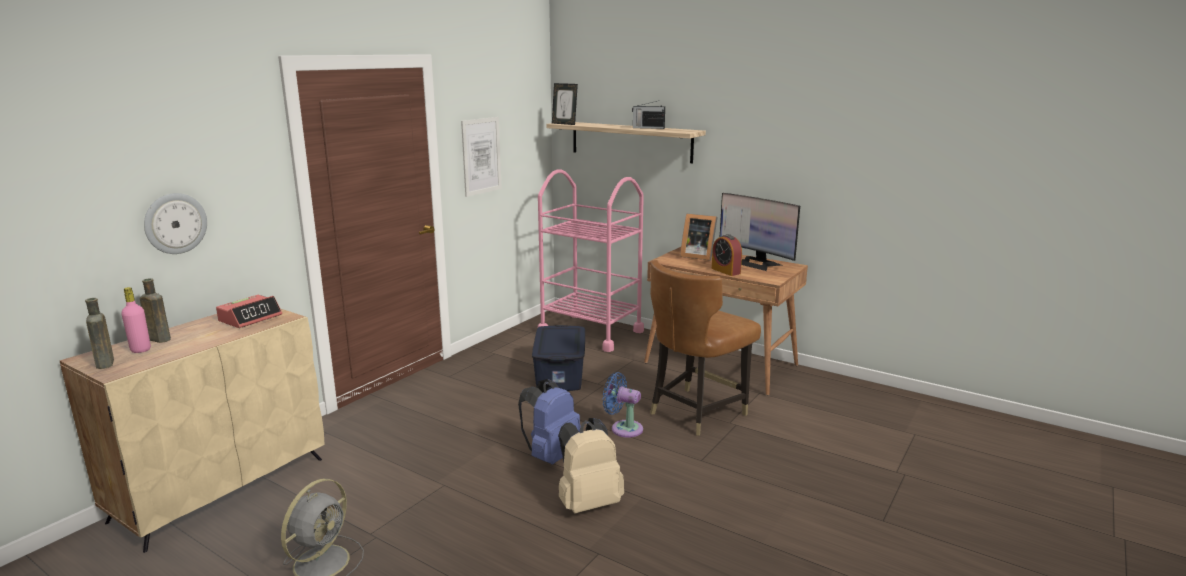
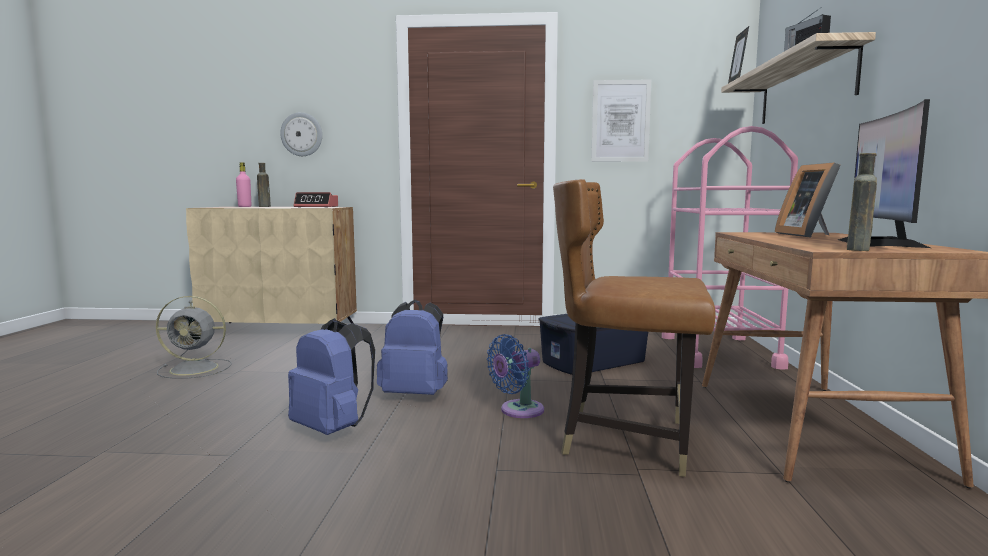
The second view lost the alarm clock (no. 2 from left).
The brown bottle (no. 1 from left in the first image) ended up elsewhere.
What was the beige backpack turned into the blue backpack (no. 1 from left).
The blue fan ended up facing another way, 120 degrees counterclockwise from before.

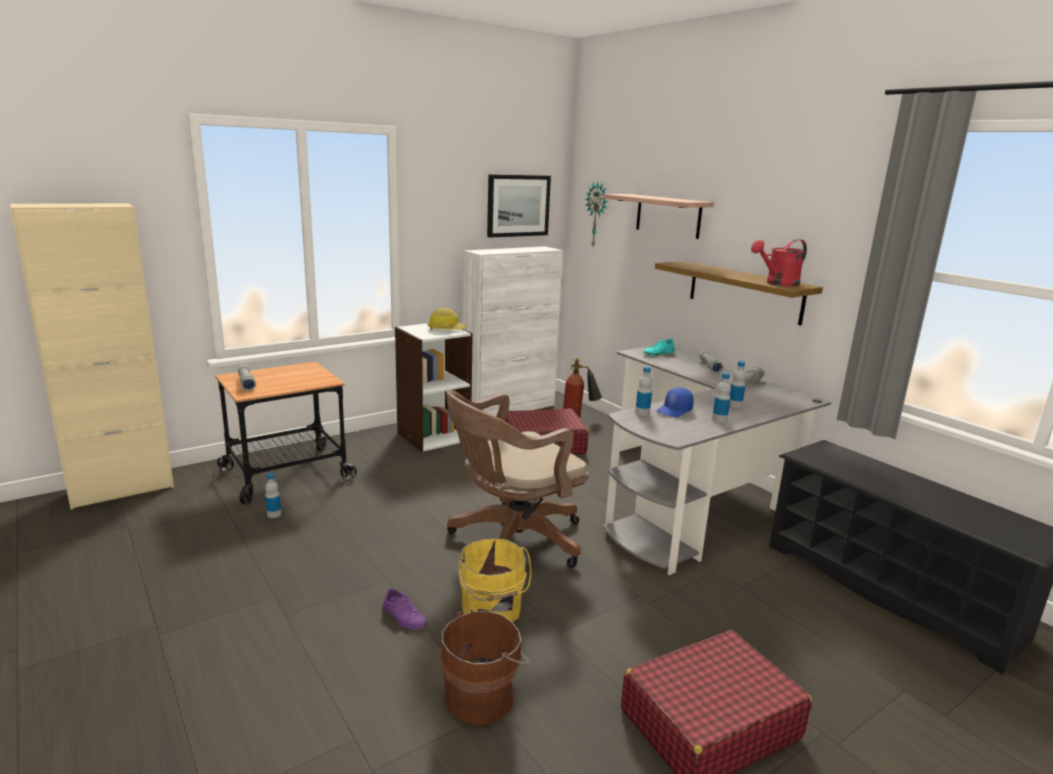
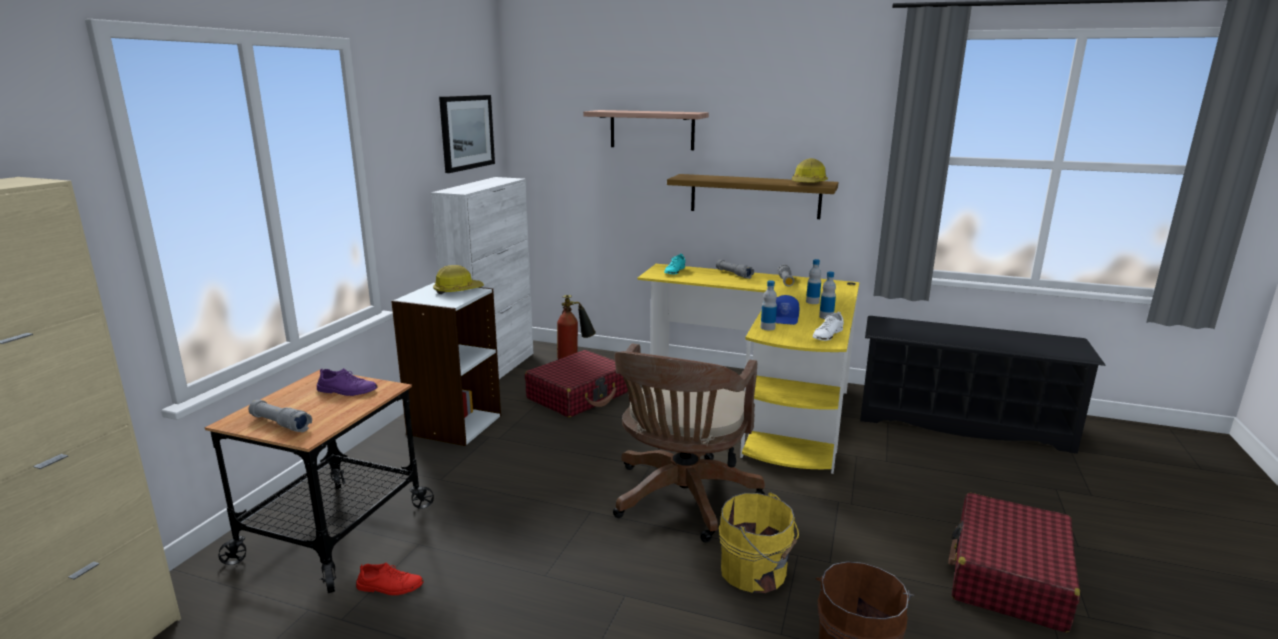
The second view lost the wall clock.
The second view gained the white shoe.
The purple shoe ended up elsewhere.
Where the bottle (no. 1 from left) stood, the red shoe came to stand.
Where the red watering can stood, the hard hat (no. 2 from left) came to stand.
What was the grey desk turned into the yellow desk.

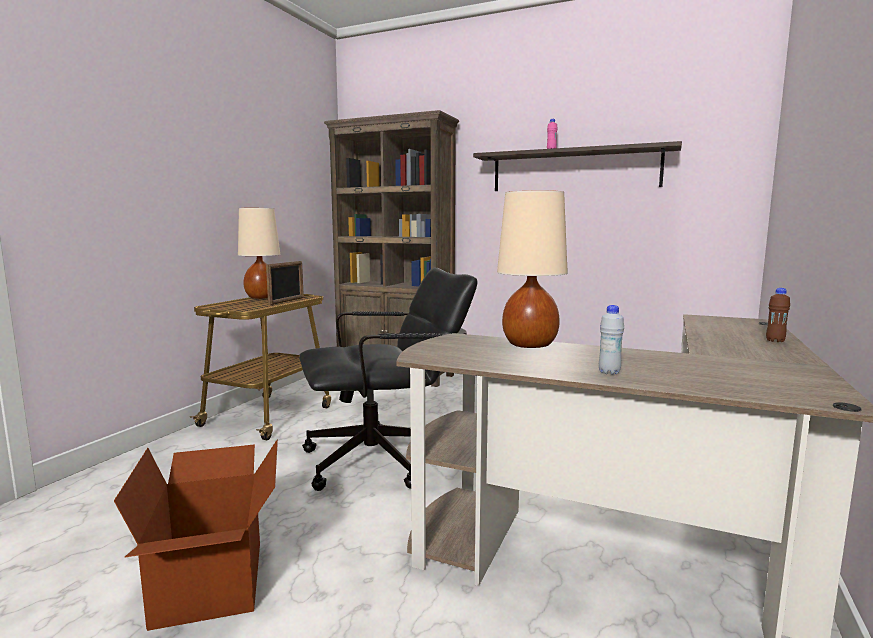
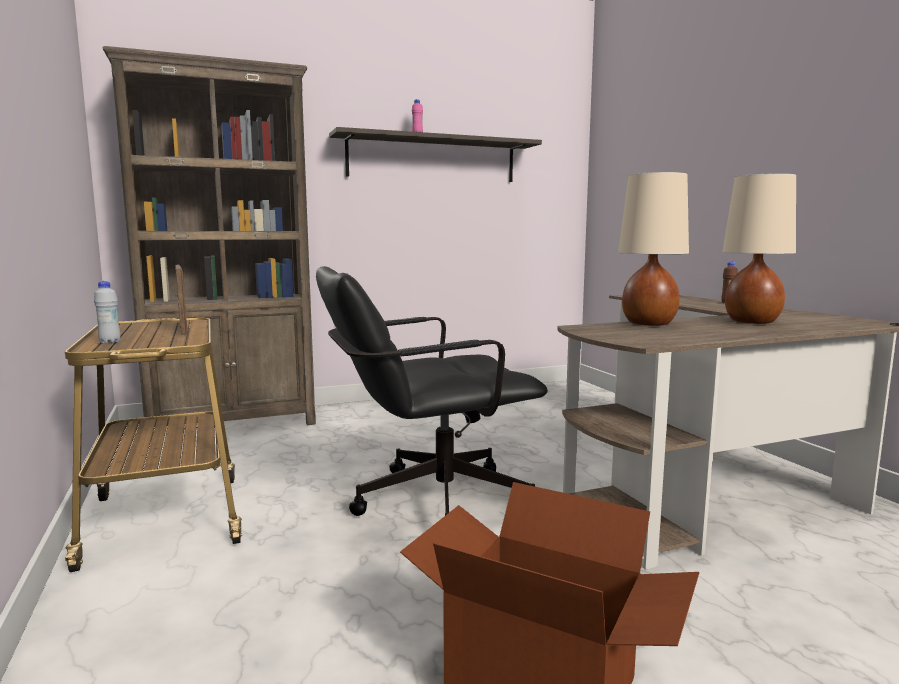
The beige table lamp (no. 1 from left in the first image) ended up elsewhere.
The white bottle ended up elsewhere.
The black office chair ended up facing another way, 135 degrees counterclockwise from before.

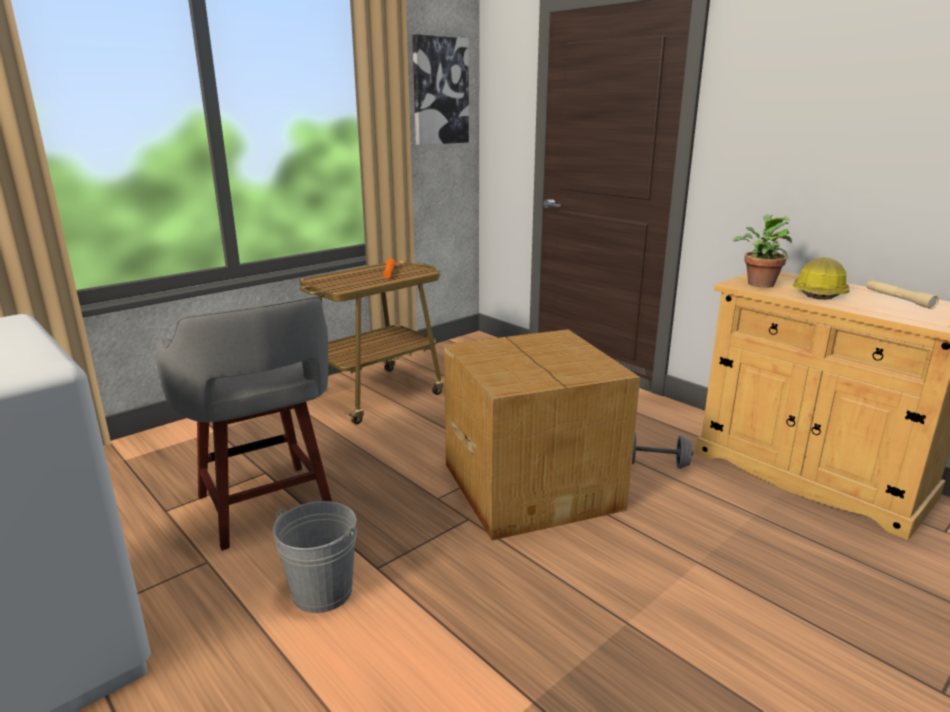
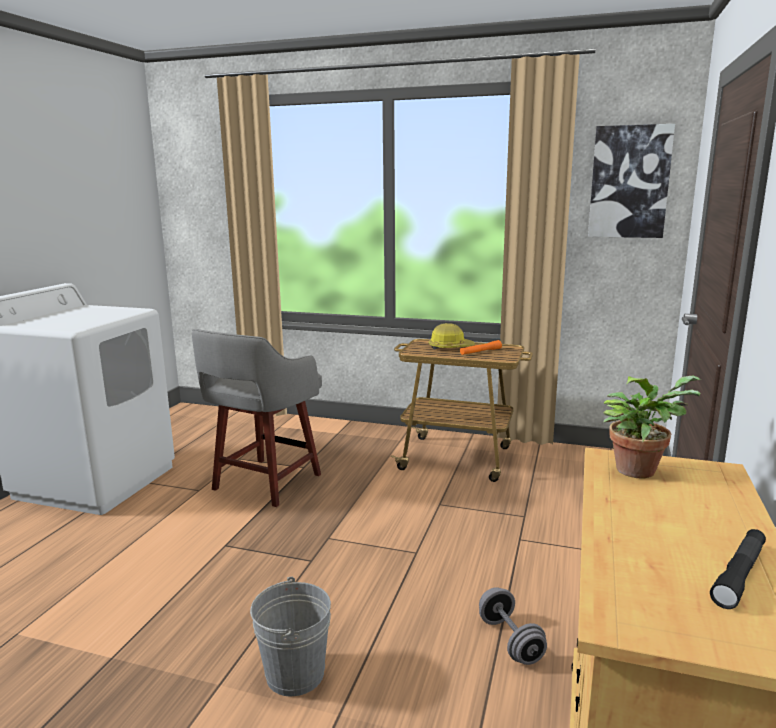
The second view lost the cardboard box.
The grey bucket ended up elsewhere.
The hard hat ended up elsewhere.
What was the beige flashlight turned into the black flashlight.

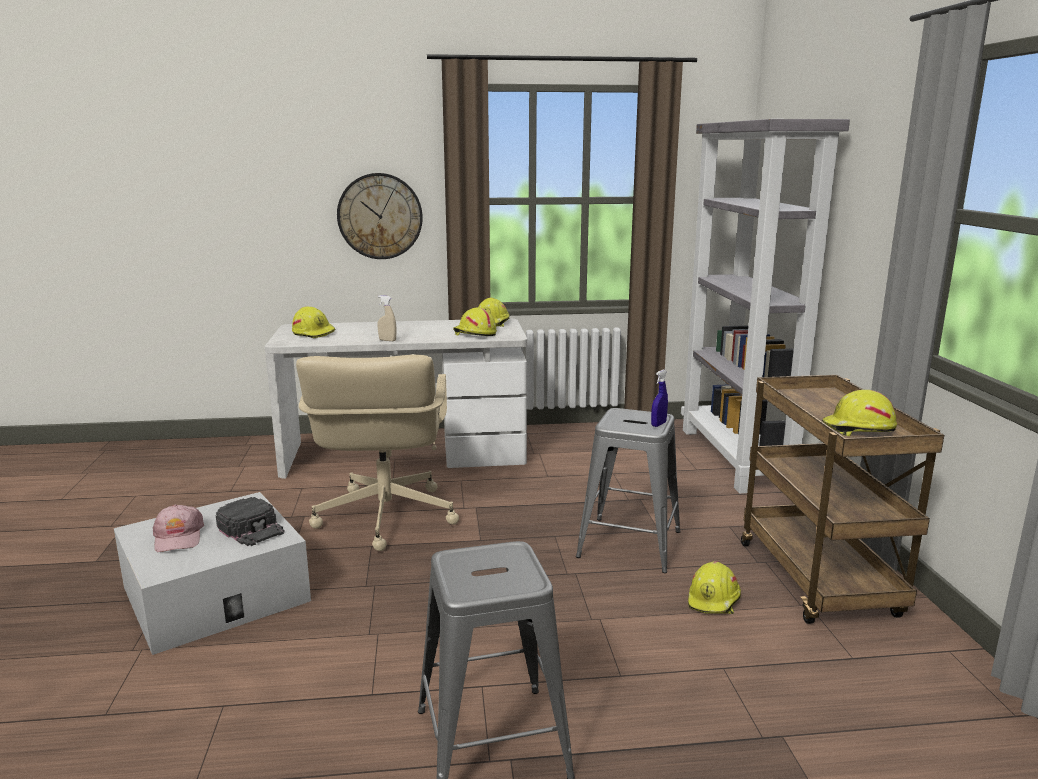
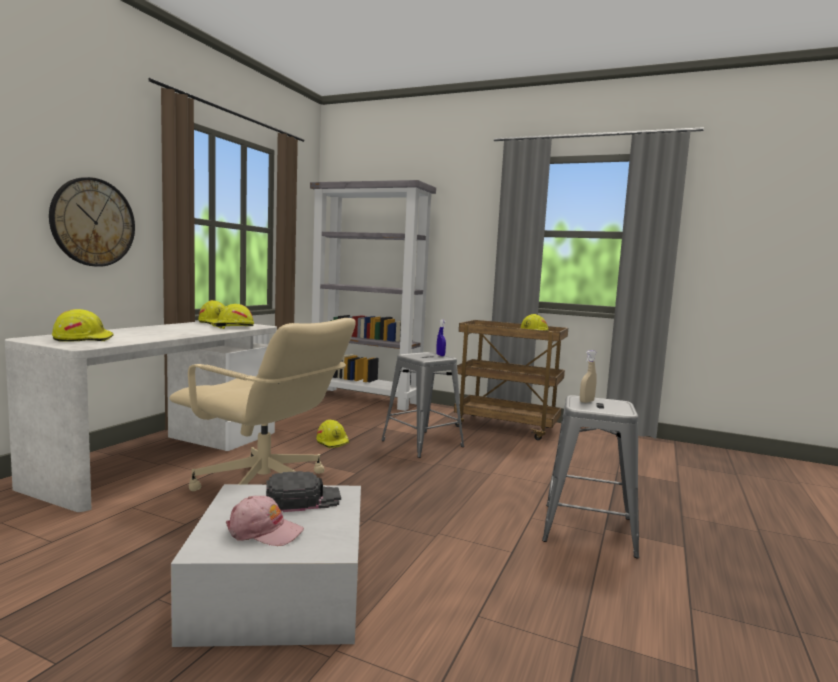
The beige spray bottle ended up elsewhere.
The yellow hard hat (no. 4 from left) ended up elsewhere.

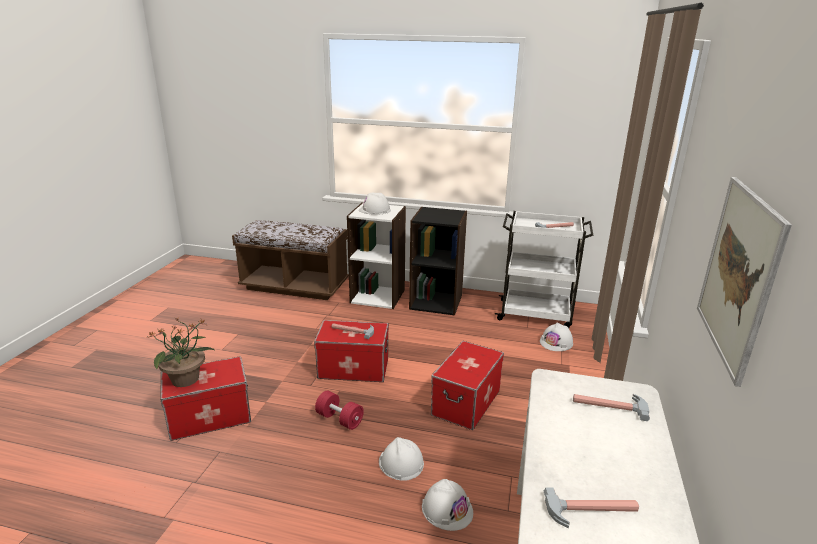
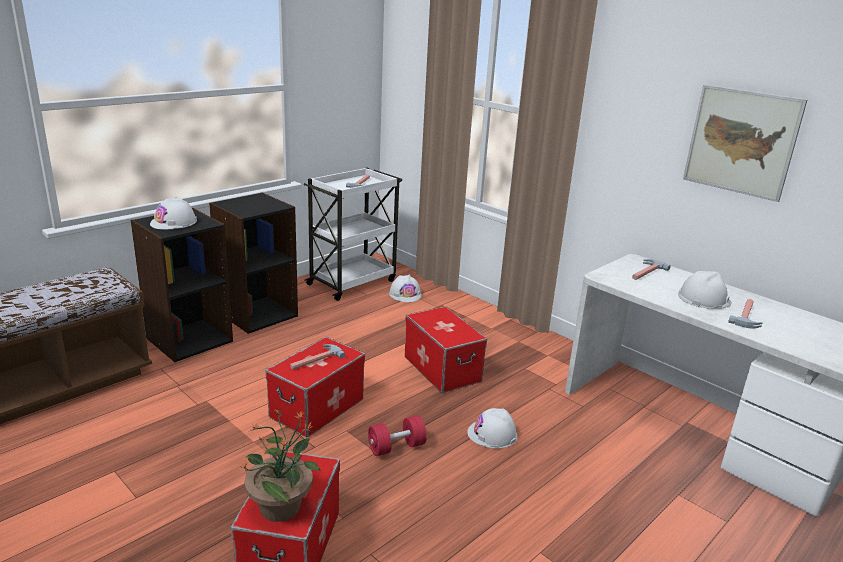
The white hard hat (no. 3 from left in the first image) ended up elsewhere.
What was the white bookcase turned into the black bookcase (no. 1 from left).

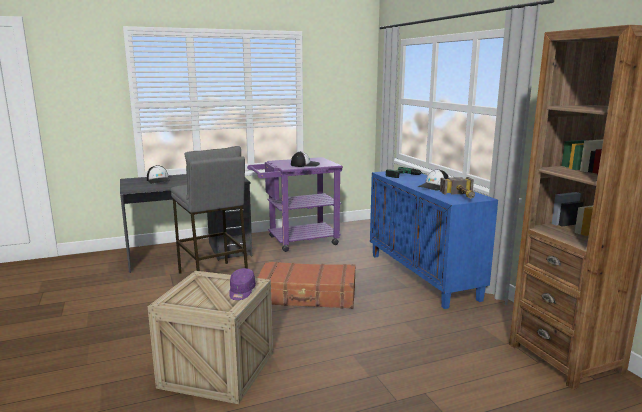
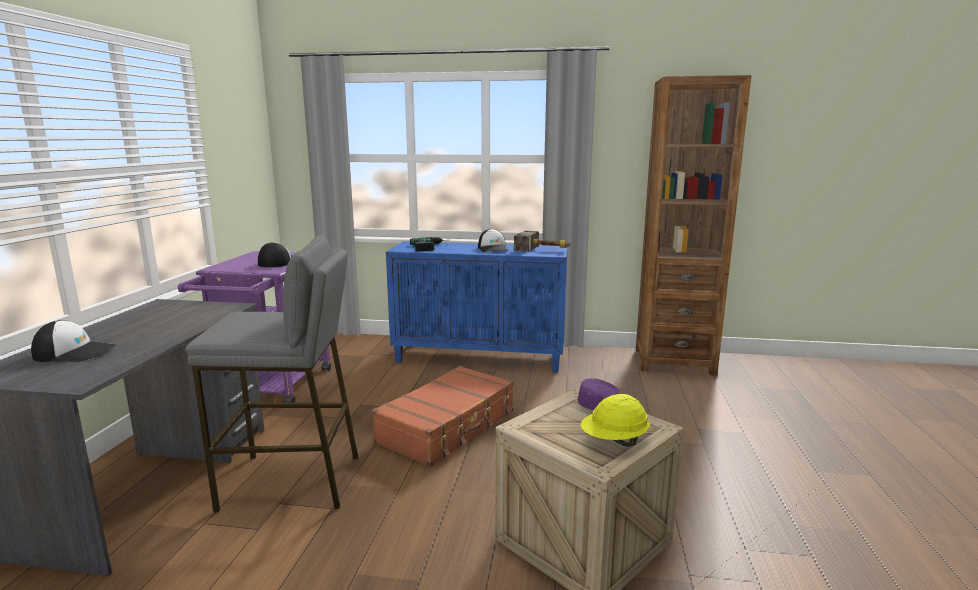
The second view gained the yellow hard hat.

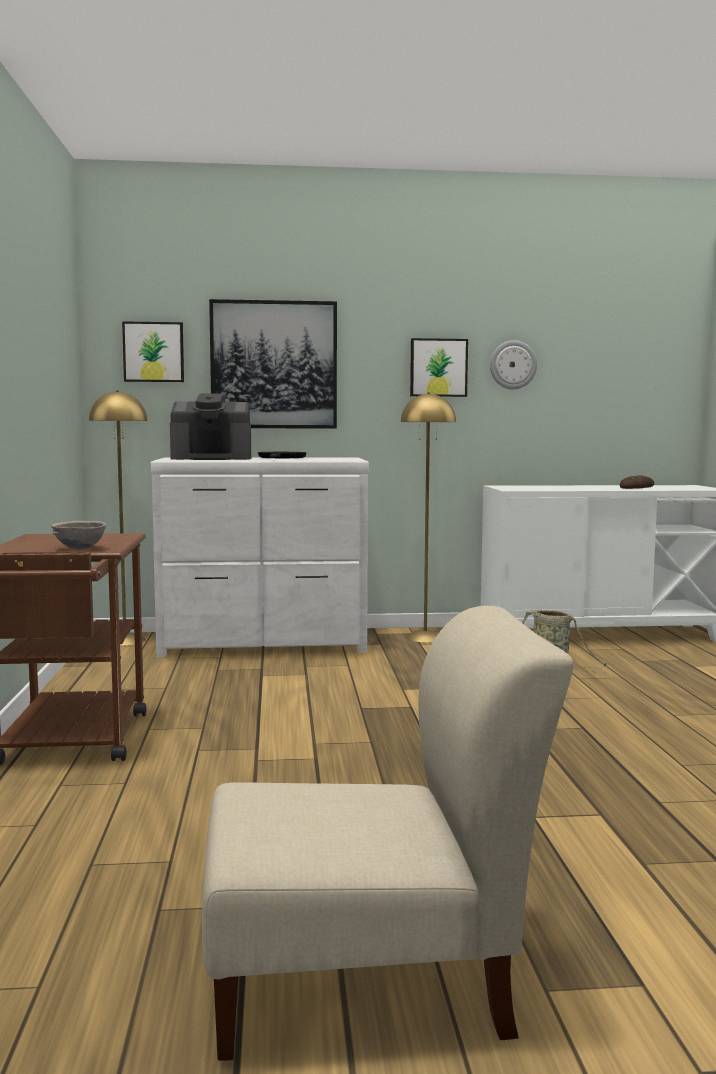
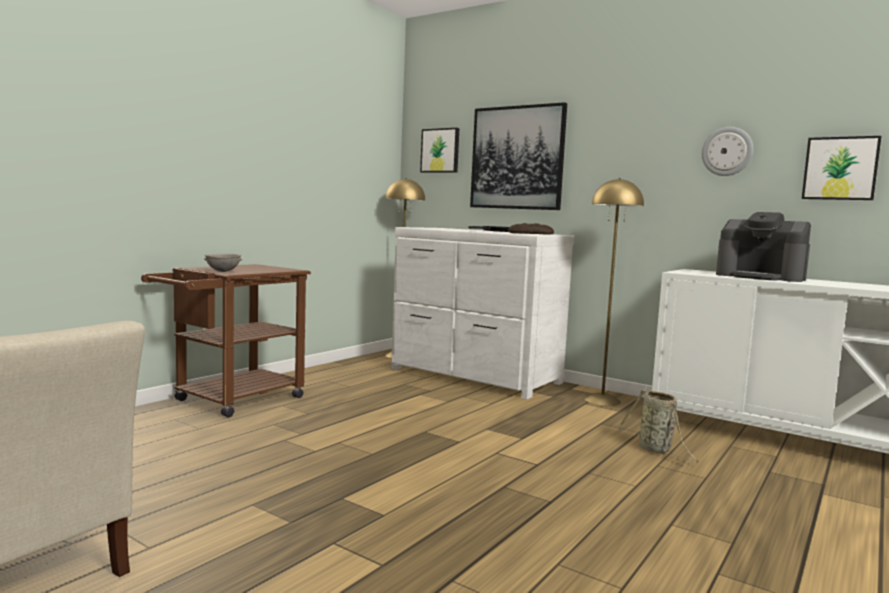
The coffee machine ended up elsewhere.
The picture (no. 3 from left) ended up elsewhere.
The bread ended up elsewhere.

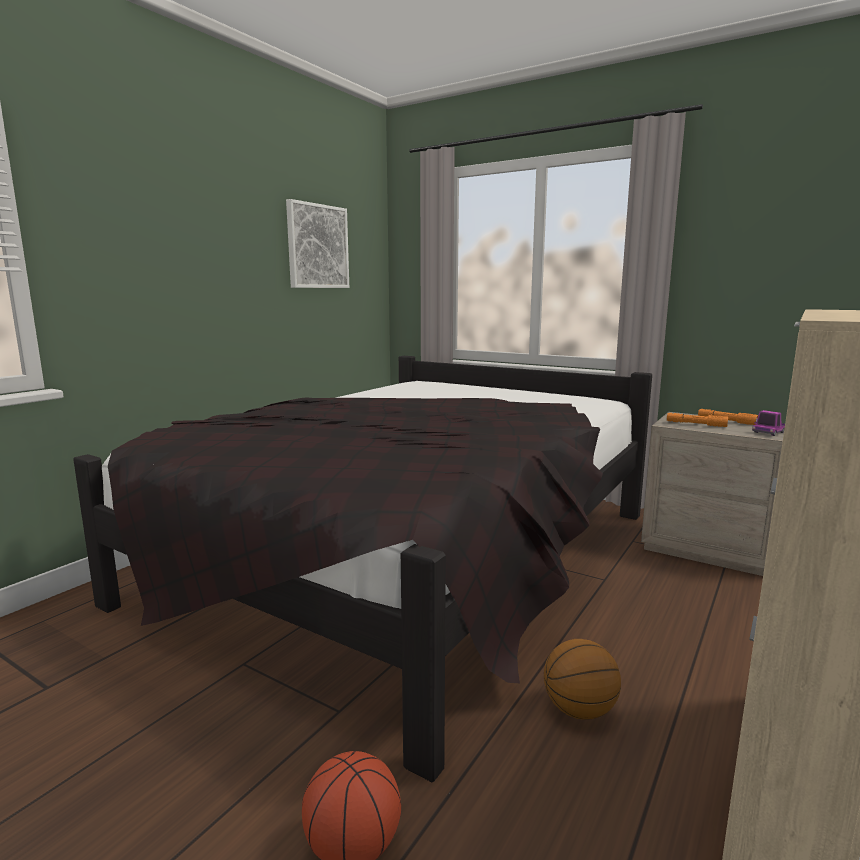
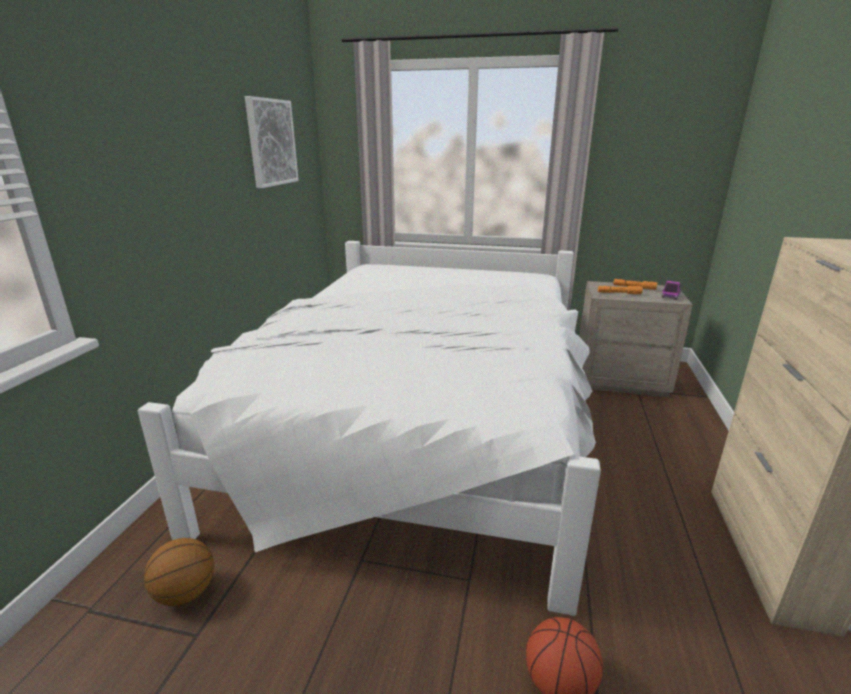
The basketball (no. 2 from left in the first image) ended up elsewhere.
What was the black bed turned into the white bed.

